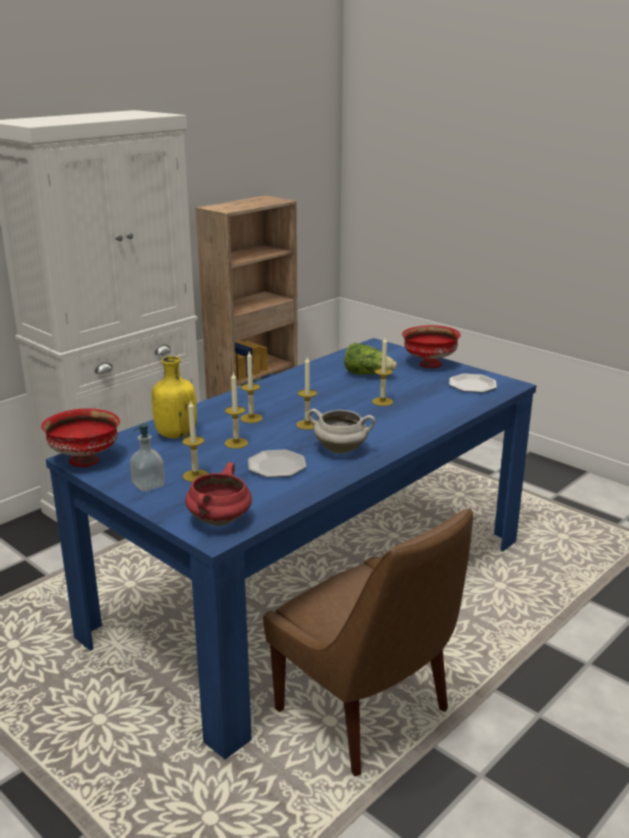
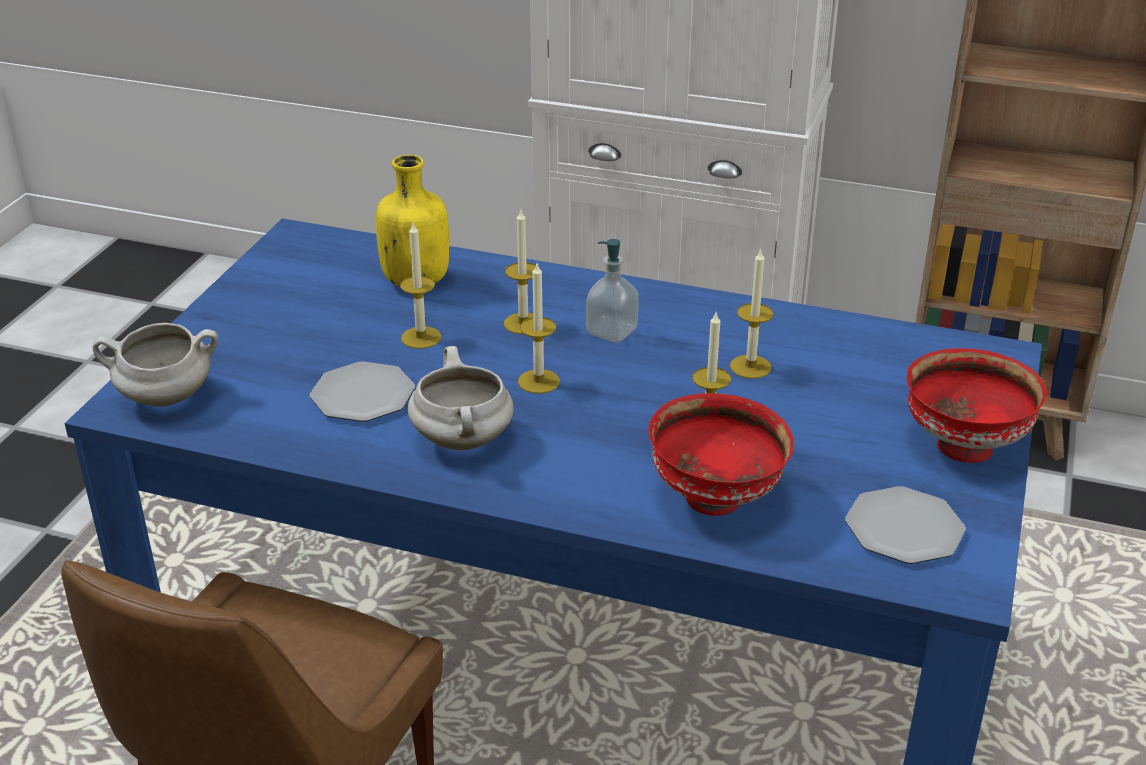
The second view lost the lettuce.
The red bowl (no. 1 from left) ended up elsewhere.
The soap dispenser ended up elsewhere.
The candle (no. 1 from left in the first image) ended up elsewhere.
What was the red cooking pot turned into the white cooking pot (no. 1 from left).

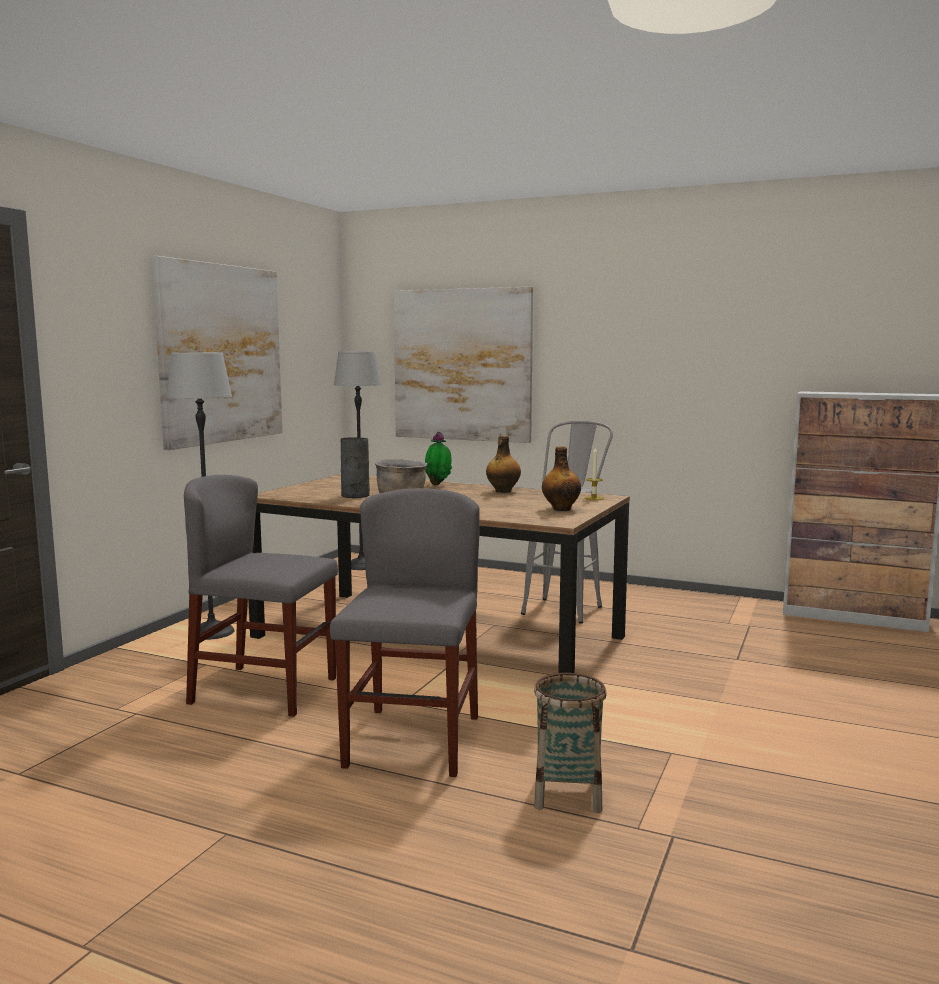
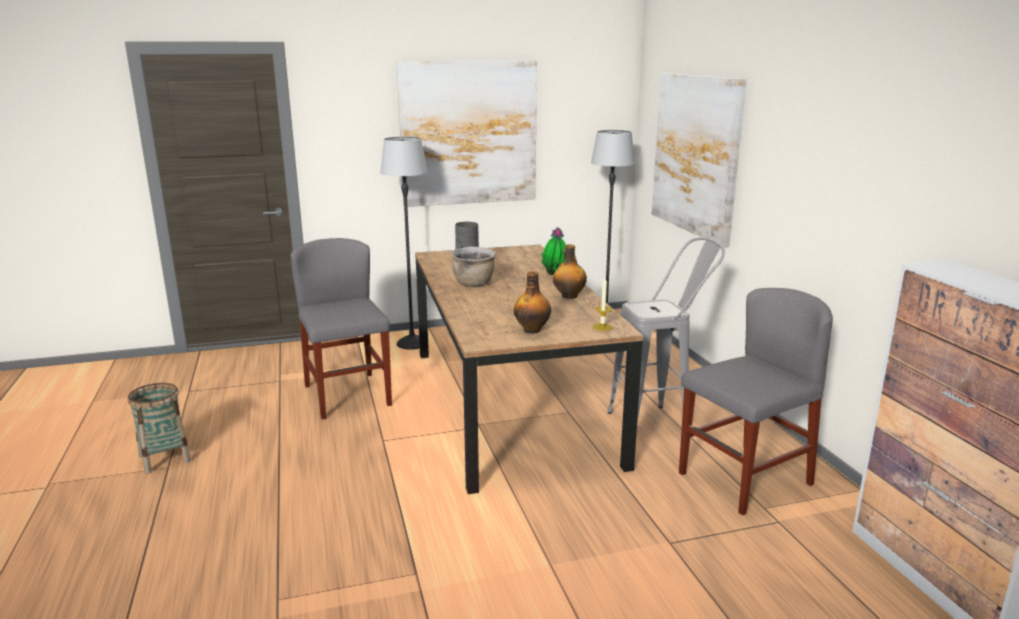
The grey chair (no. 2 from left) ended up elsewhere.
The basket ended up elsewhere.

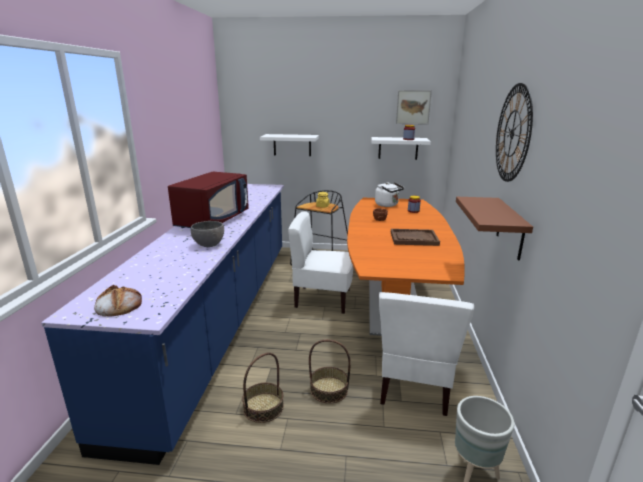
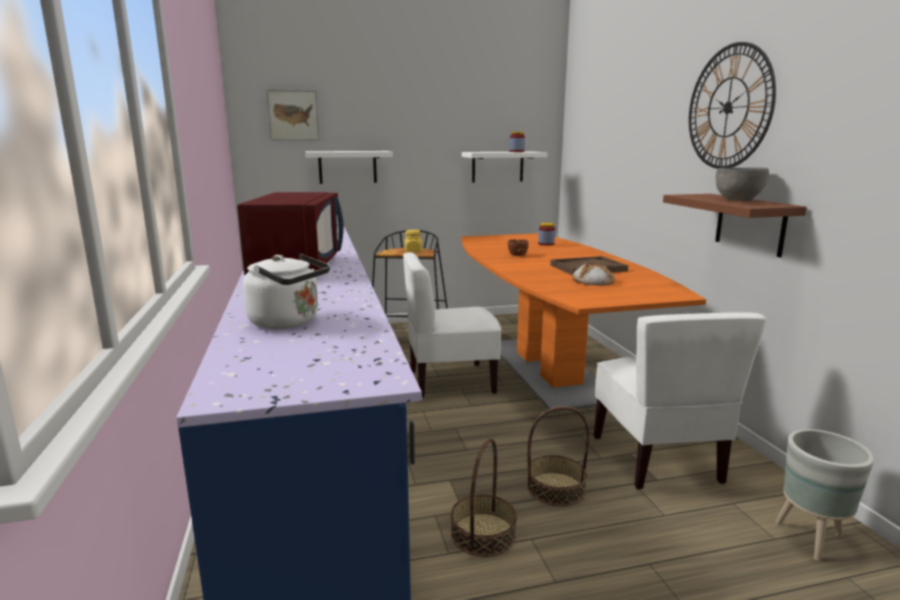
The bread ended up elsewhere.
The grey bowl ended up elsewhere.
The white kettle ended up elsewhere.
The picture ended up elsewhere.

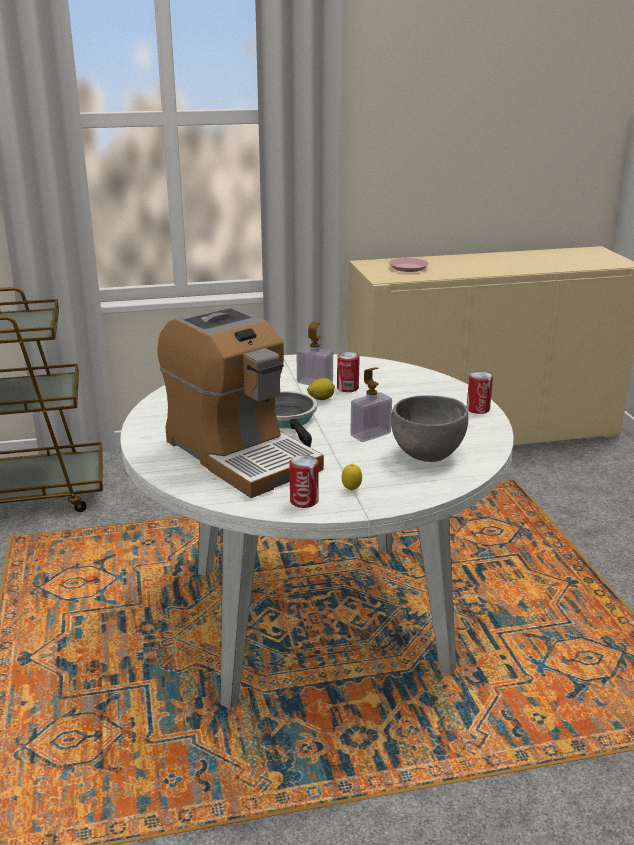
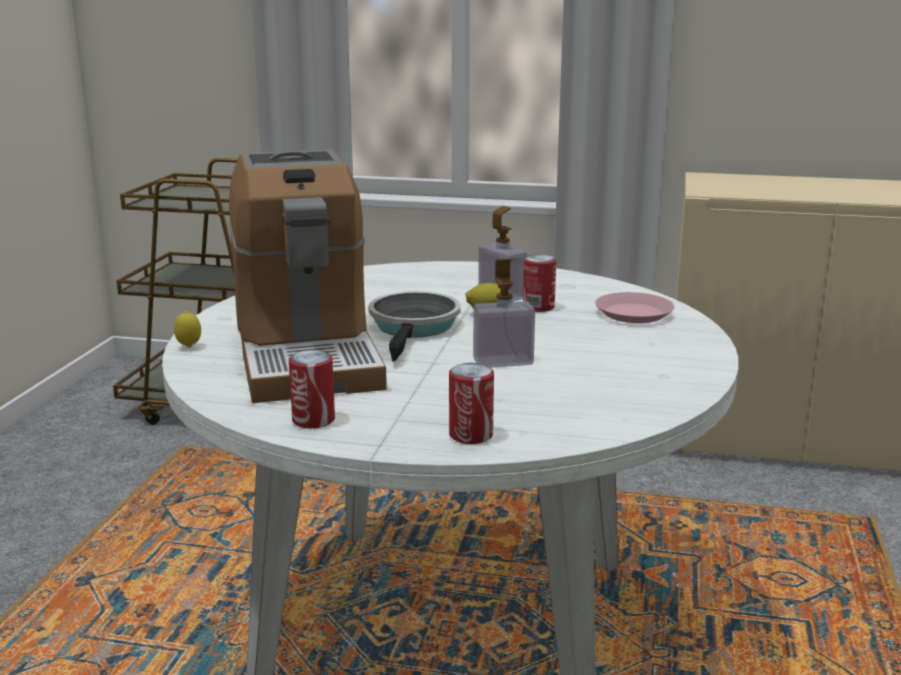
The second view lost the grey bowl.
The lemon (no. 2 from left in the first image) ended up elsewhere.
The pink plate ended up elsewhere.
The can (no. 3 from left in the first image) ended up elsewhere.

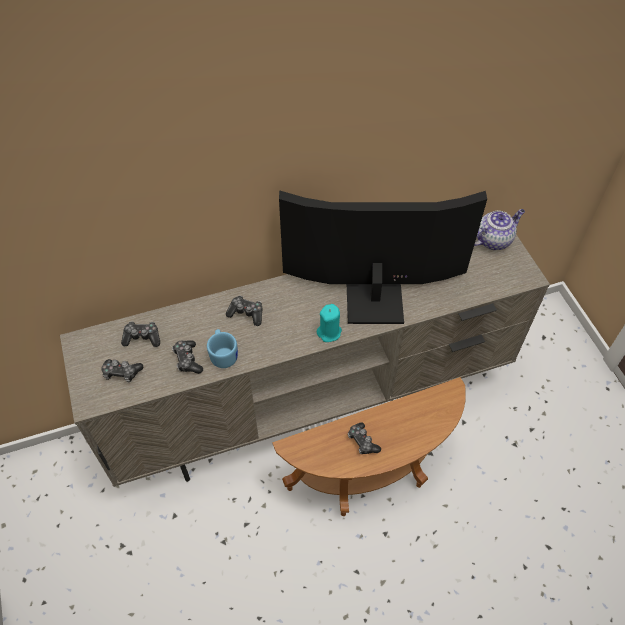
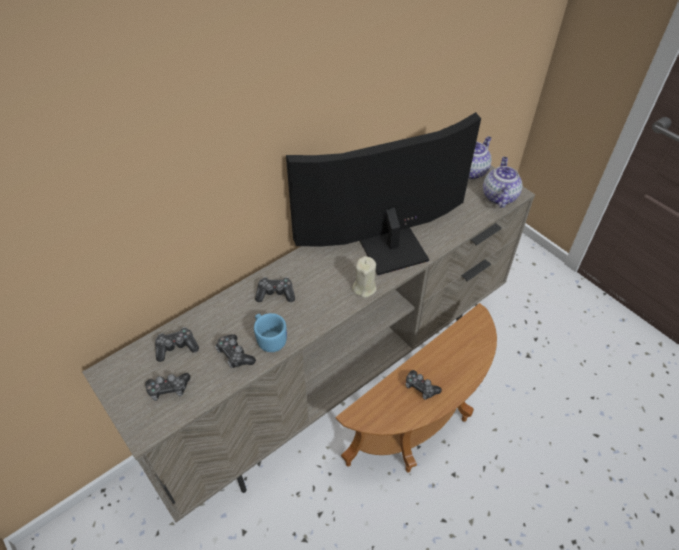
The second view gained the teapot (no. 2 from left).
What was the turquoise candle turned into the beige candle.

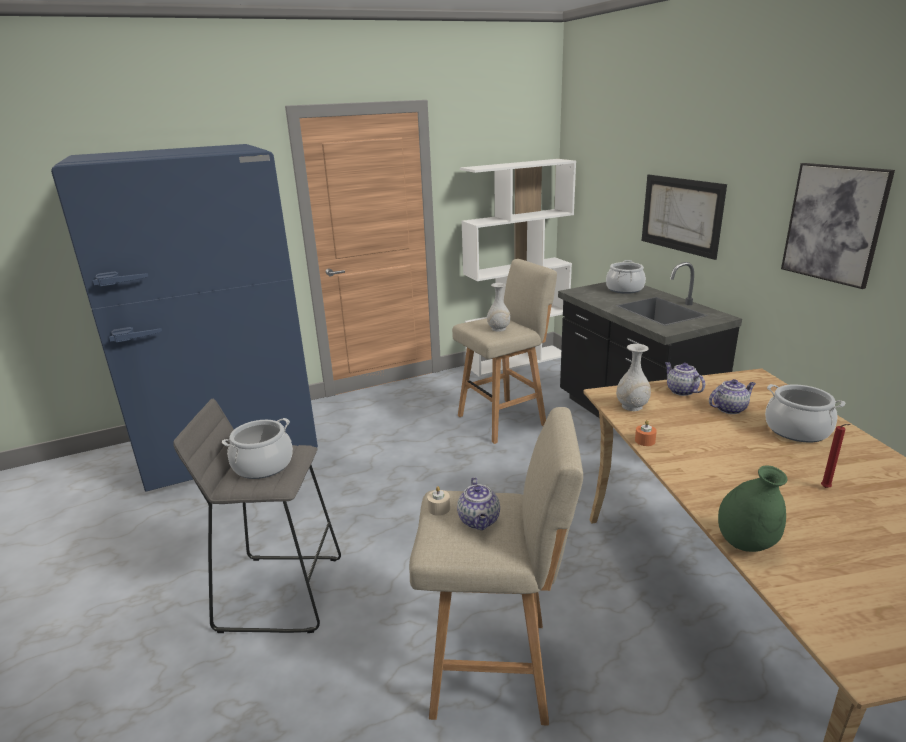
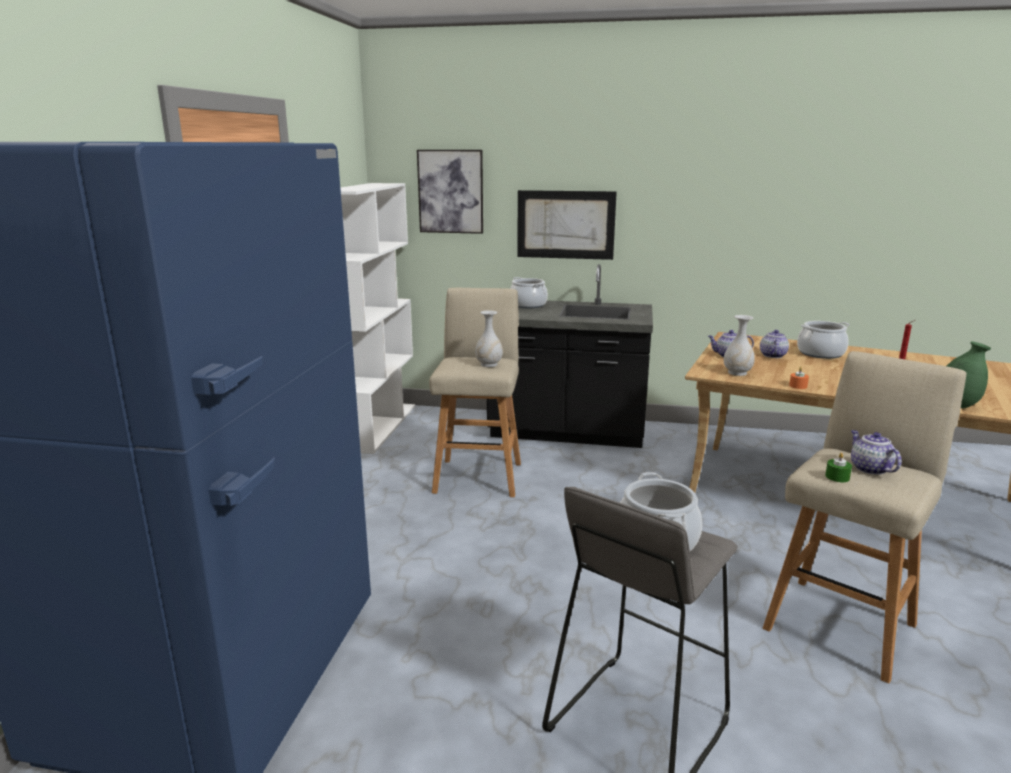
The picture (no. 2 from left in the first image) ended up elsewhere.
What was the beige candle turned into the green candle.
The teapot (no. 1 from left in the first image) ended up facing another way, 135 degrees counterclockwise from before.

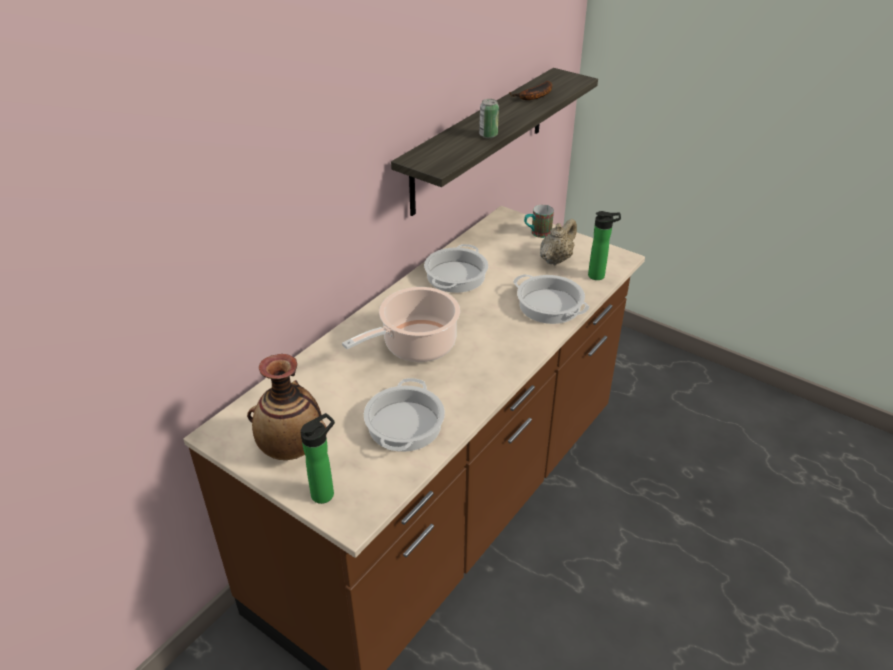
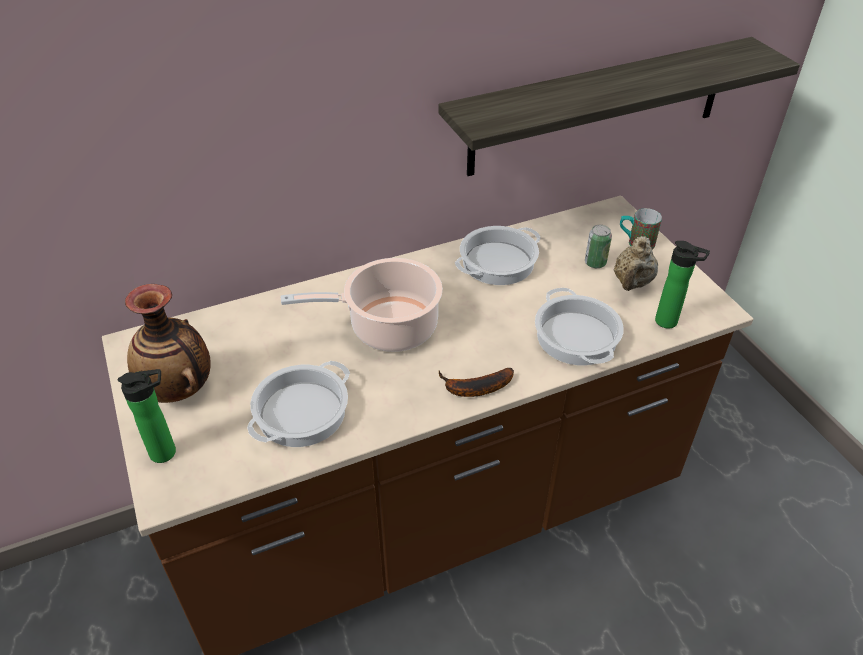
The can ended up elsewhere.
The banana ended up elsewhere.
The beige teapot ended up facing another way, 135 degrees clockwise from before.

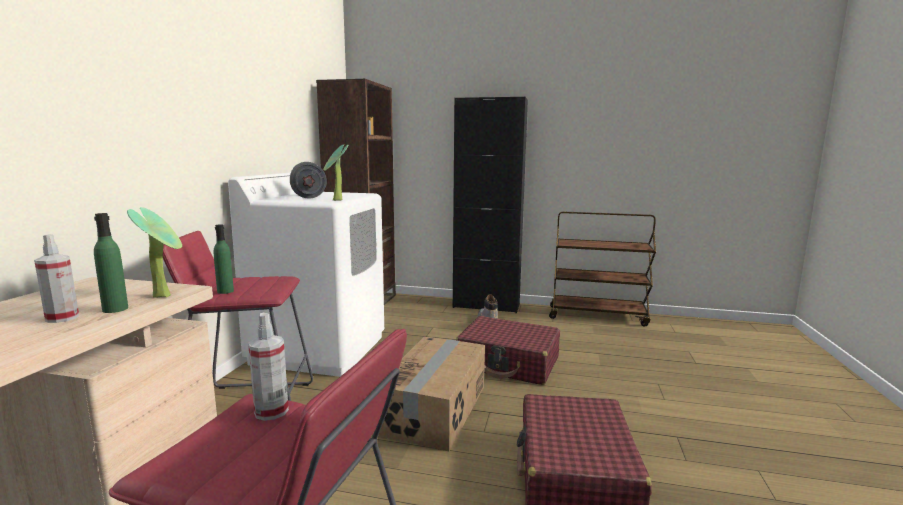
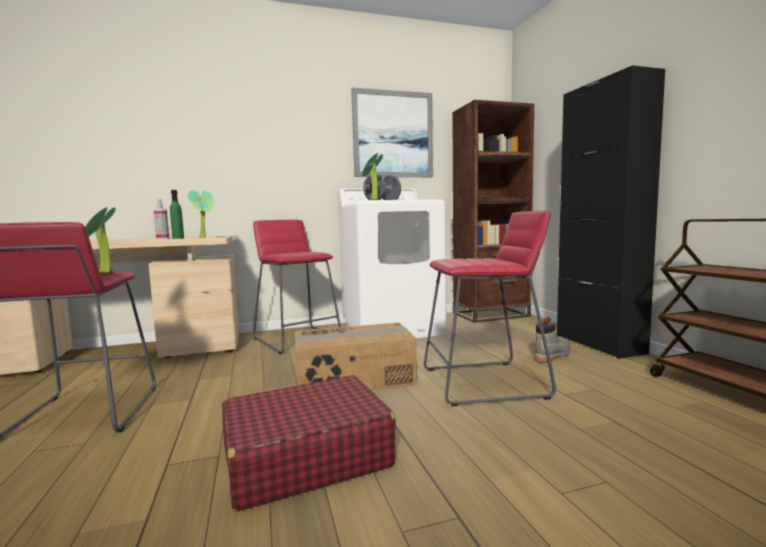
The second view lost the green bottle (no. 2 from left).
The second view gained the picture.
Where the spray bottle (no. 2 from left) stood, the potted plant (no. 1 from left) came to stand.
Where the red suitcase (no. 1 from left) stood, the red stool (no. 3 from left) came to stand.

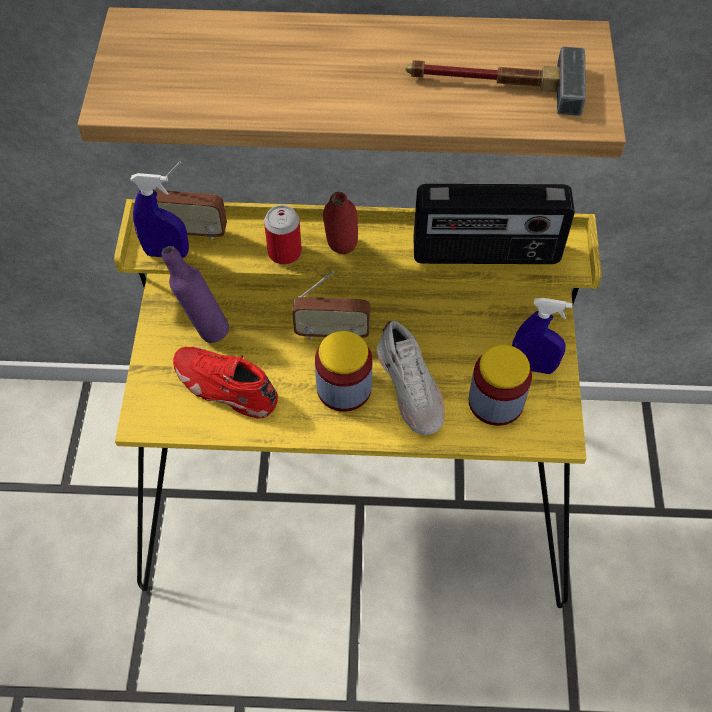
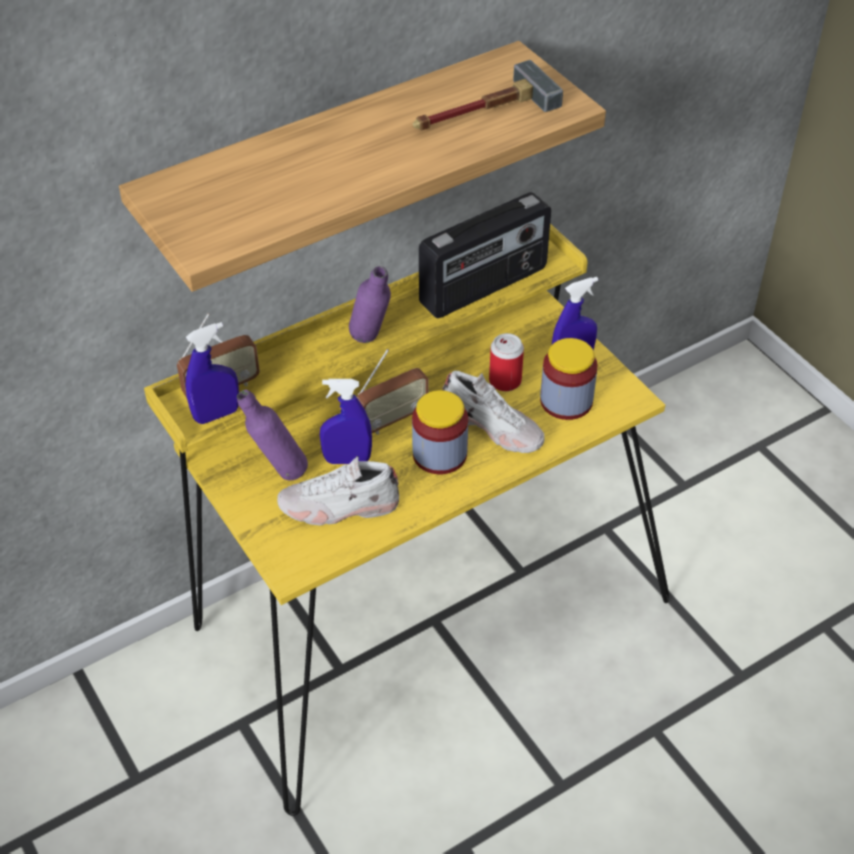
The second view gained the blue spray bottle (no. 2 from left).
The can ended up elsewhere.
What was the red shoe turned into the white shoe (no. 1 from left).
What was the red bottle turned into the purple bottle (no. 2 from left).

